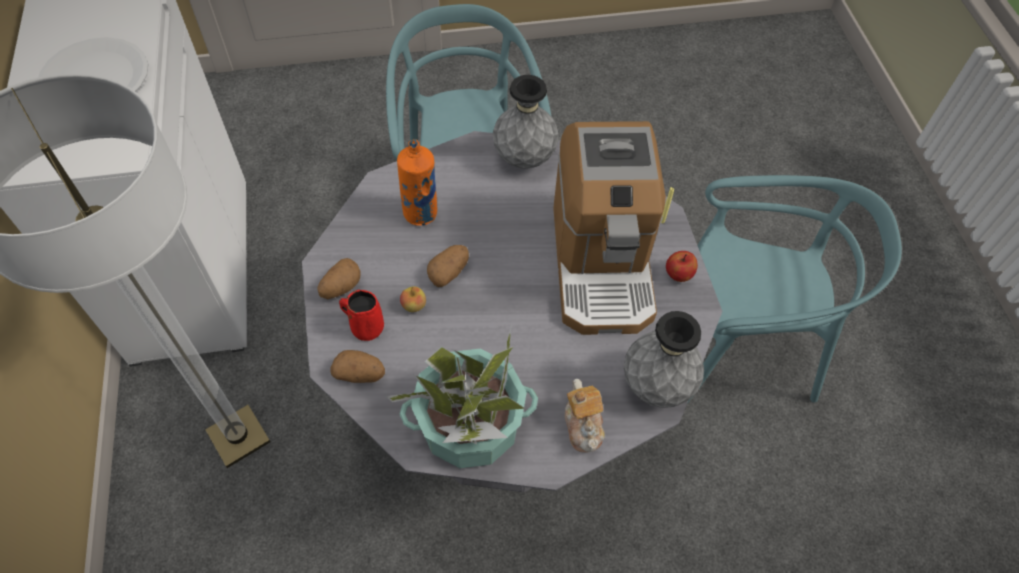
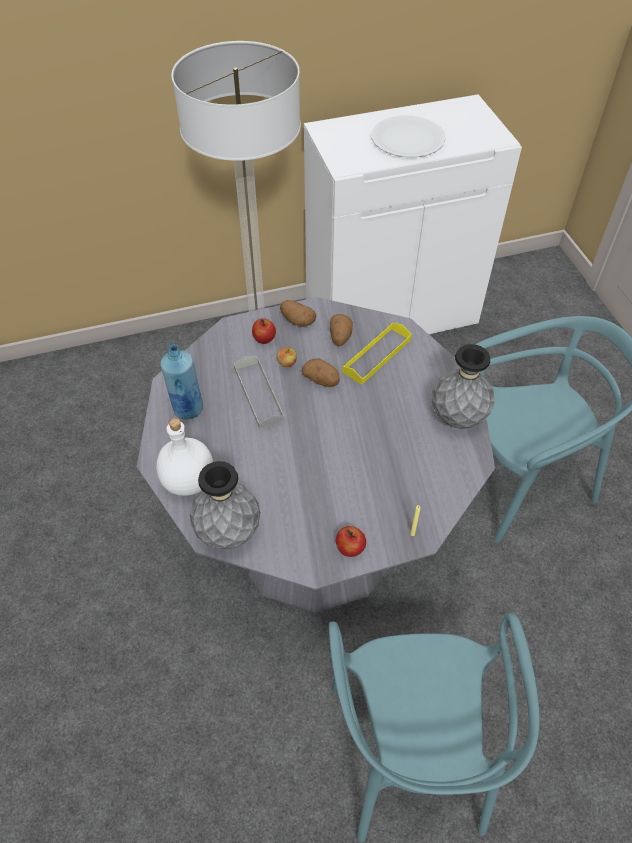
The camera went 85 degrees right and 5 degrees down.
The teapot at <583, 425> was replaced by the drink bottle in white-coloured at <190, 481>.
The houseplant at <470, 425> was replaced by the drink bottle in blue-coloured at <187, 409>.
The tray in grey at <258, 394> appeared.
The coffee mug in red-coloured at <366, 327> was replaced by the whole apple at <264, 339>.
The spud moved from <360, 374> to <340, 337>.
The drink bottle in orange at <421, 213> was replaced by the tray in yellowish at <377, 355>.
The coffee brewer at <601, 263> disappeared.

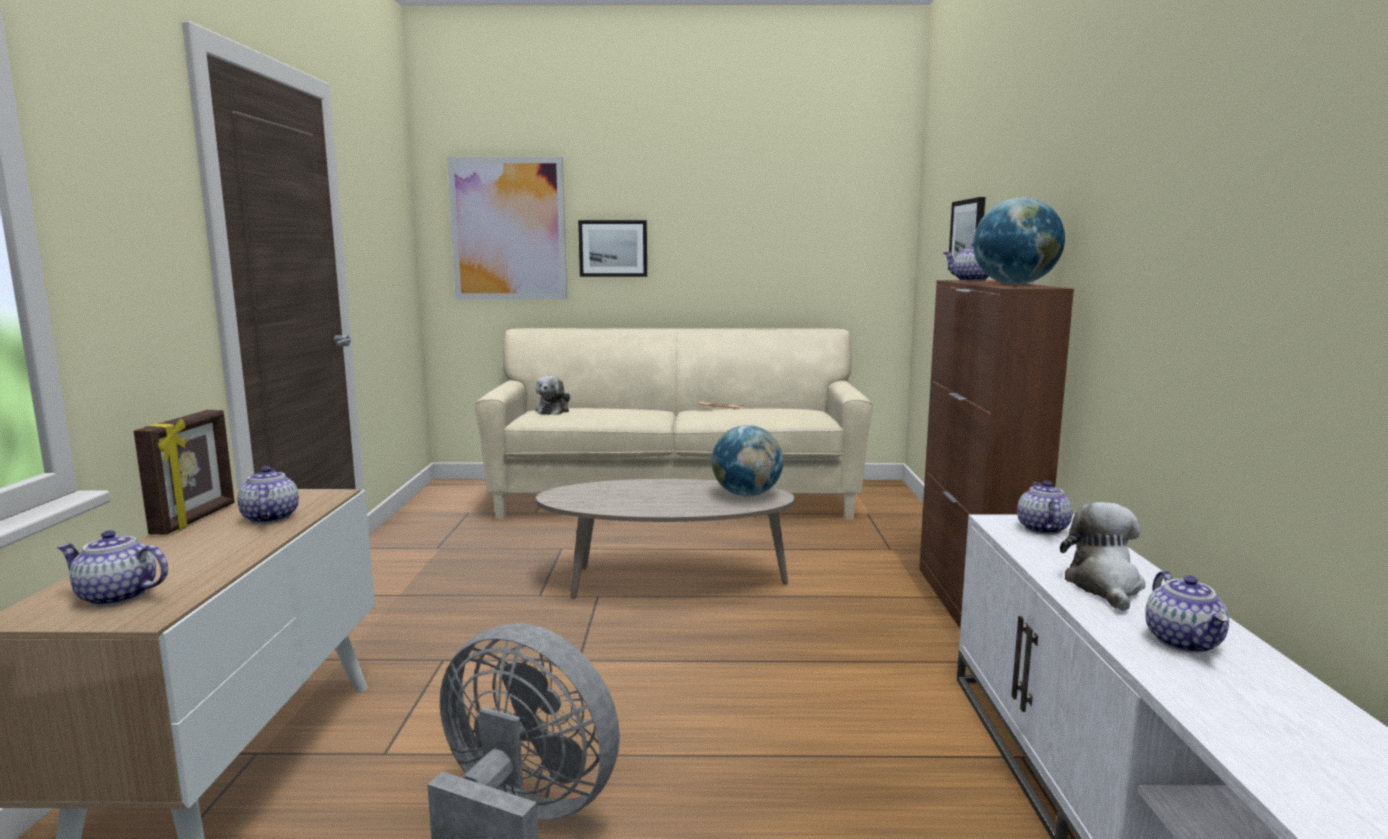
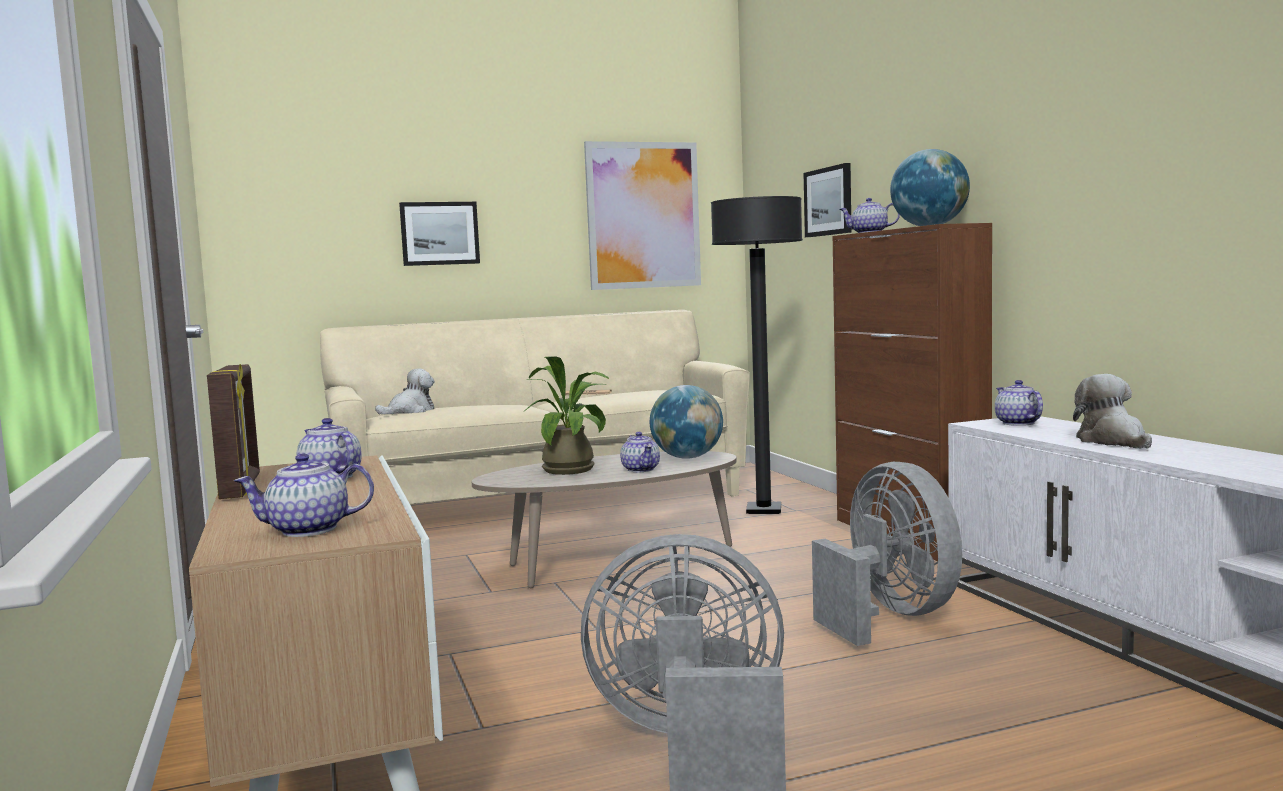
The camera went 20 degrees left and 5 degrees down.
The cuddly toy at <553, 411> turned 120 degrees counterclockwise.
The houseplant at <573, 469> appeared.
The picture moved from <508, 229> to <643, 215>.
The teapot moved from <1184, 642> to <641, 469>.
The standard lamp in blackish at <764, 510> appeared.
The cooling fan in grey at <889, 616> appeared.

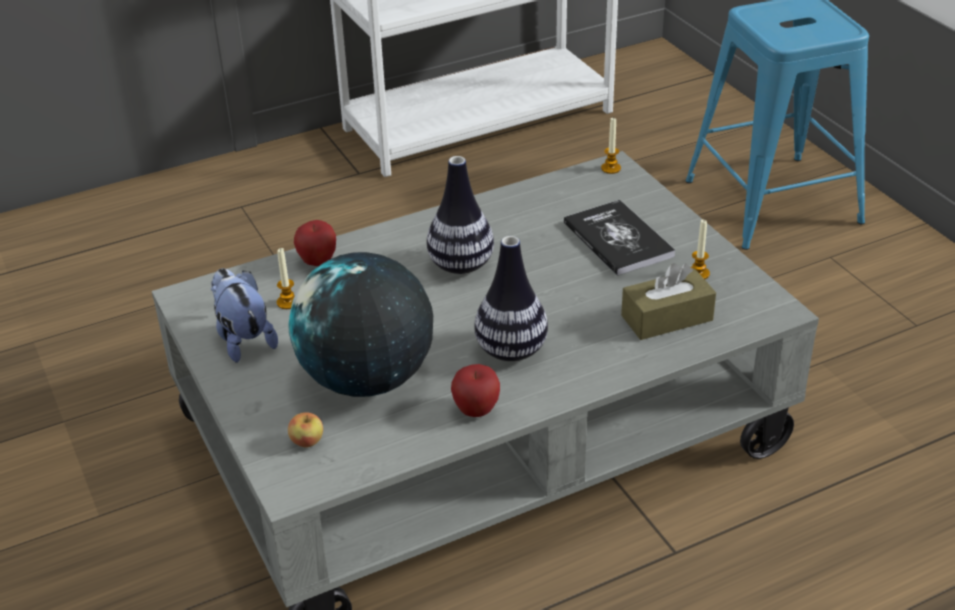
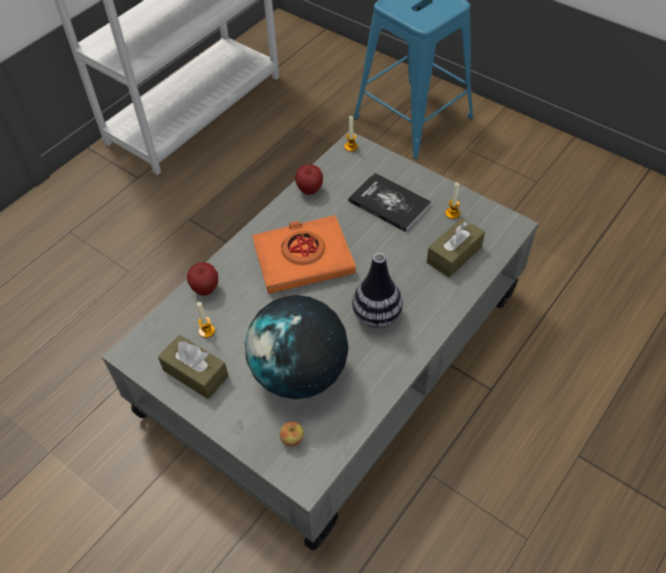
The camera went 25 degrees left and 15 degrees up.
The cuddly toy at <243, 339> was replaced by the tissue box in brownish at <195, 373>.
The vase at <460, 265> was replaced by the bound book in orange at <303, 258>.
The whole apple moved from <476, 410> to <309, 190>.

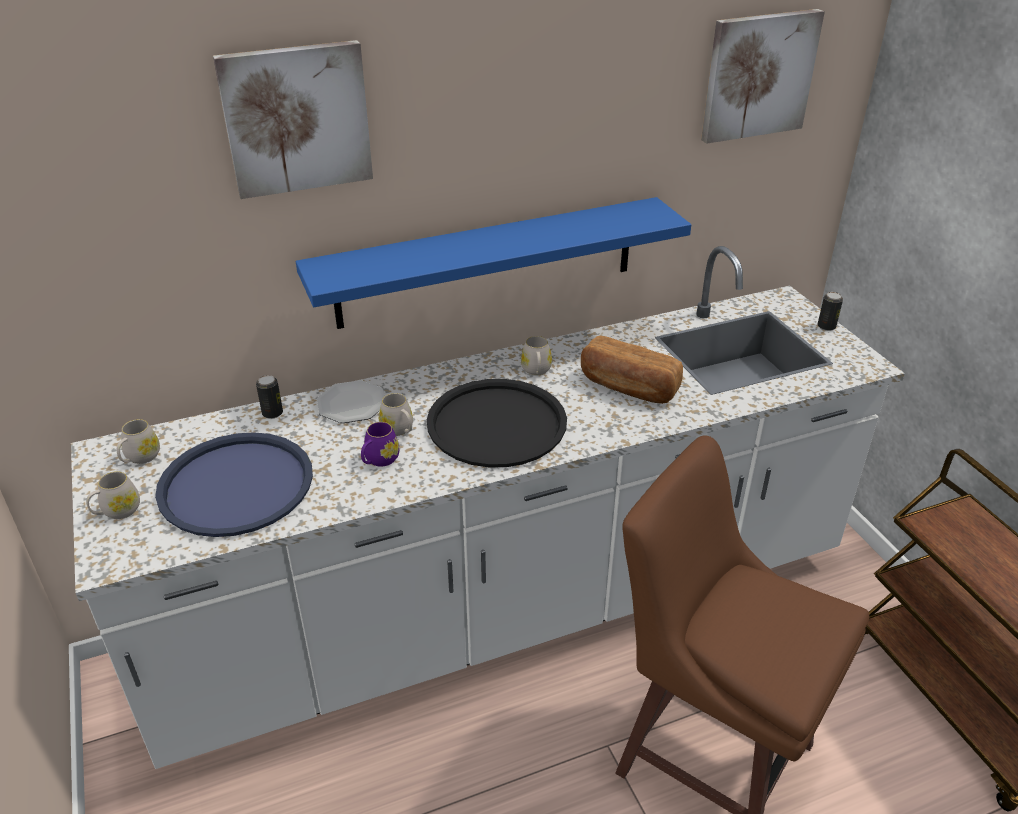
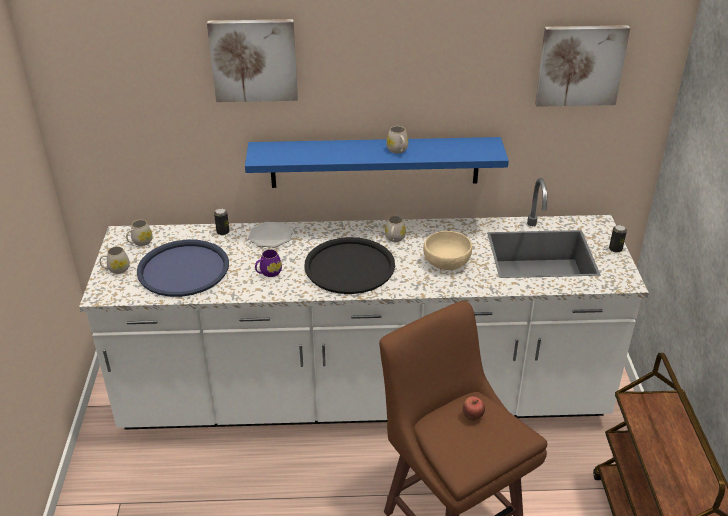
The camera went 20 degrees right and 0 degrees up.
The coffee mug in white-coloured moved from <399, 430> to <398, 150>.
The baked bread at <628, 387> was replaced by the deep dish in beige-coloured at <447, 261>.
The whole apple at <472, 417> appeared.

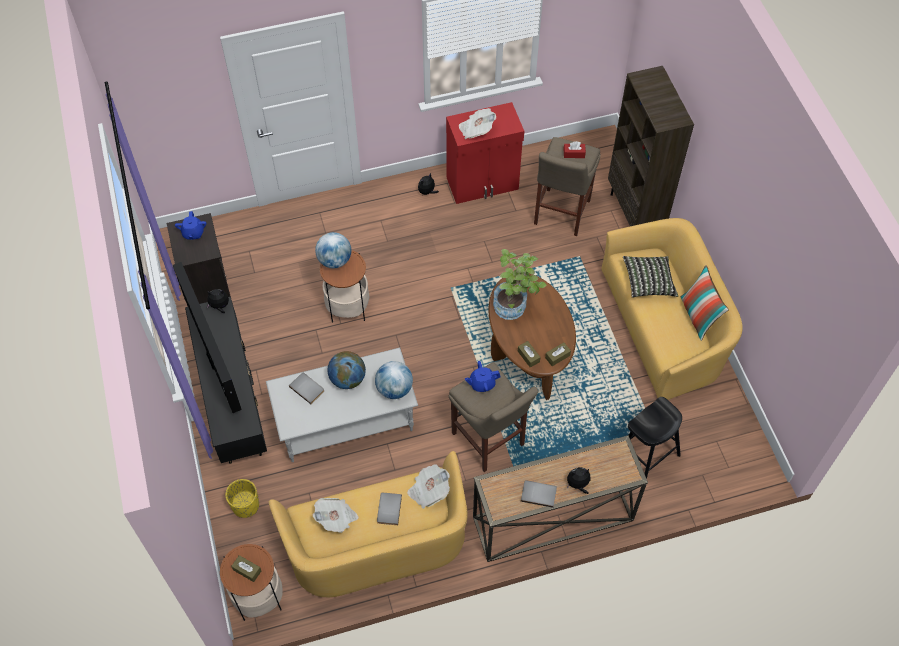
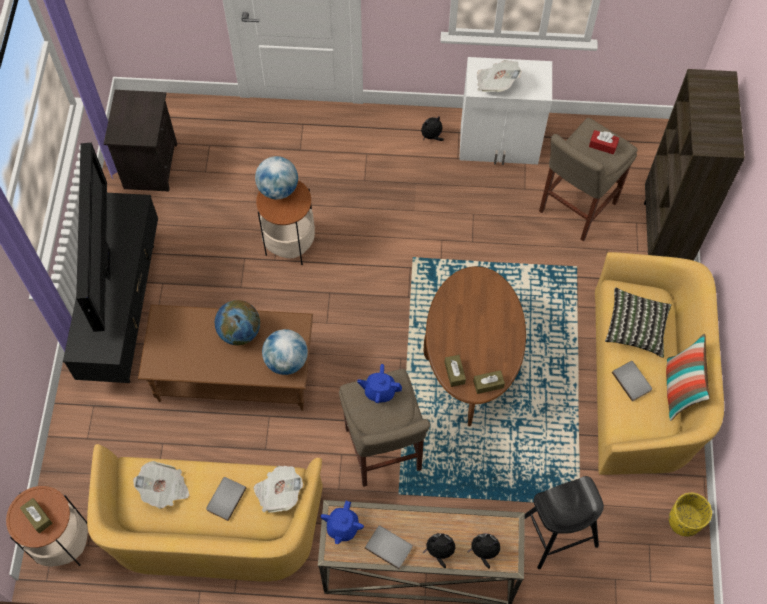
The camera went 20 degrees right and 5 degrees up.
The lounge table in grey at <345, 422> became the lounge table in brownish at <234, 375>.
The teapot in blue-coloured moved from <193, 233> to <342, 527>.
The cabinet in red-coloured at <483, 184> became the cabinet in white-coloured at <499, 146>.
The cuddly toy moved from <219, 306> to <484, 552>.
The bound book in grey moved from <307, 388> to <632, 381>.
The planter in yellowish moved from <246, 505> to <684, 521>.
The houseplant at <514, 307> disappeared.

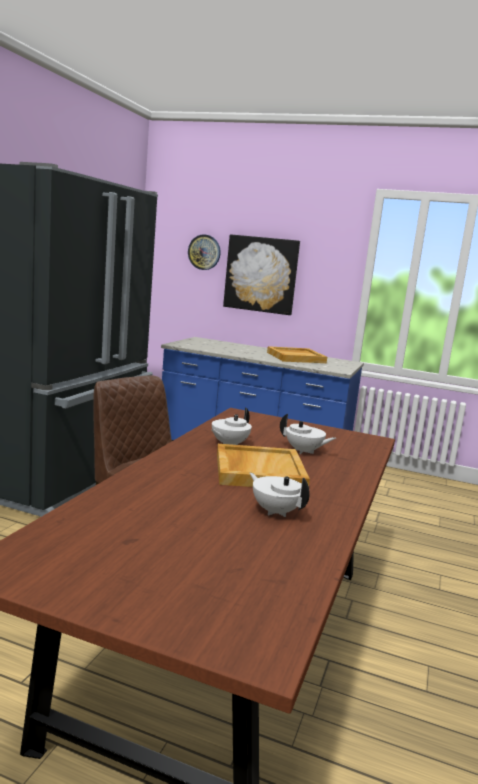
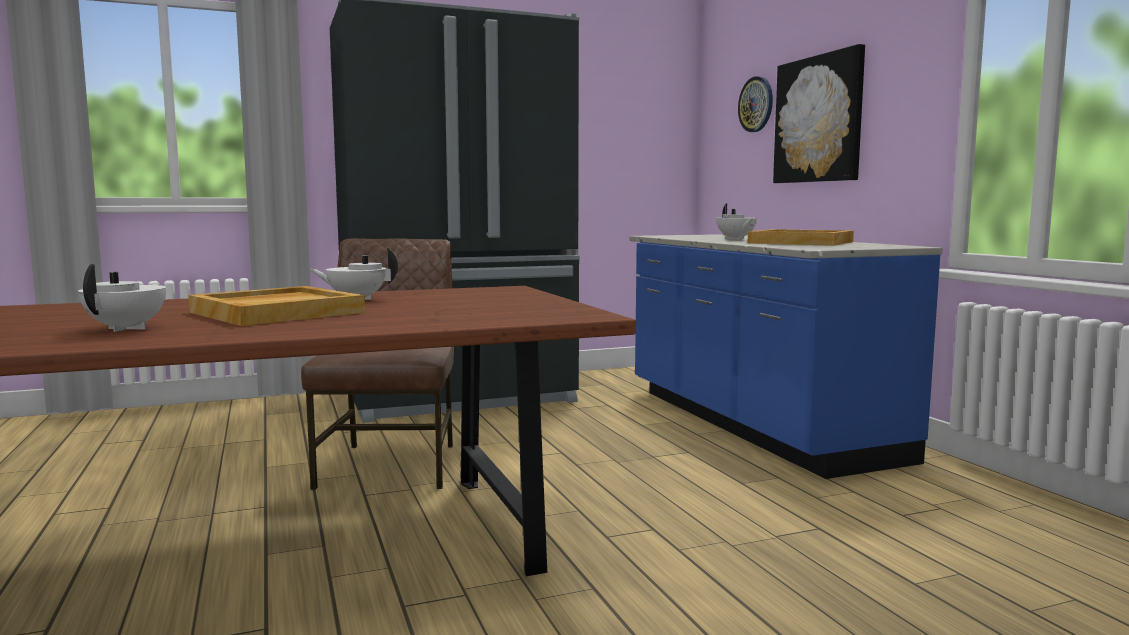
The camera went 50 degrees right and 5 degrees down.
The teapot in white-coloured moved from <304, 451> to <735, 239>.

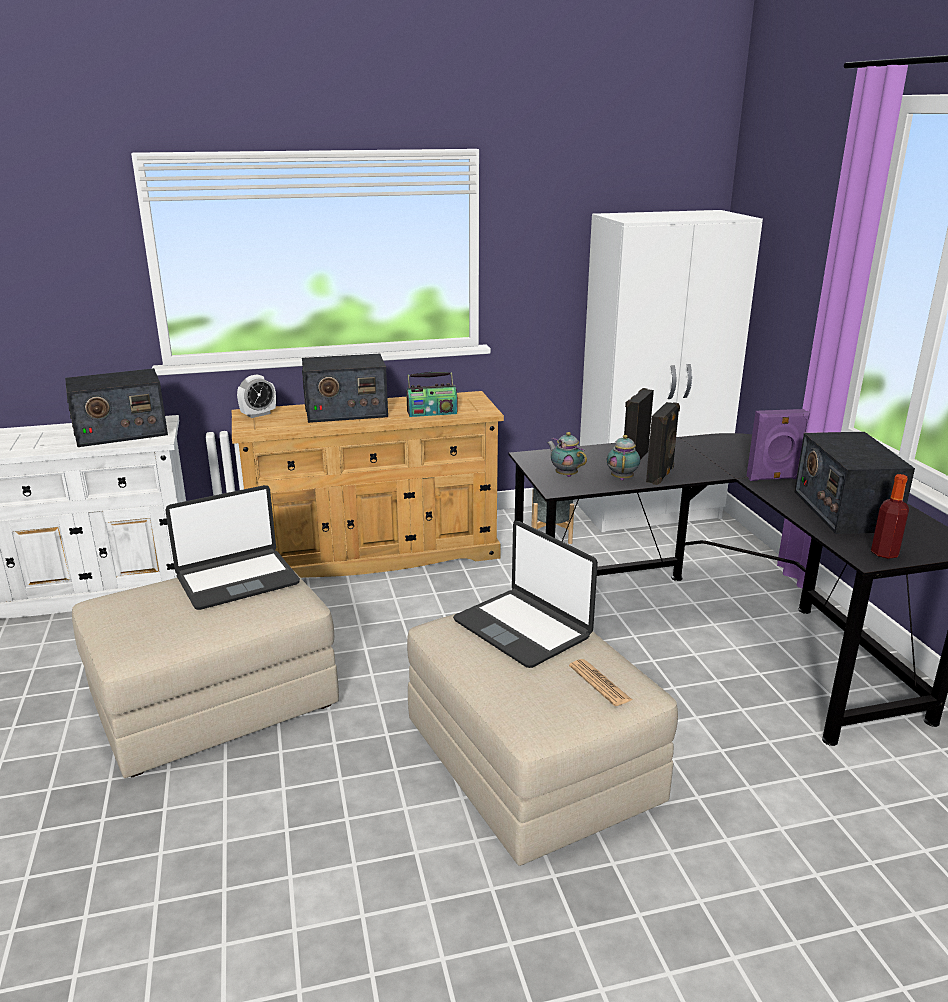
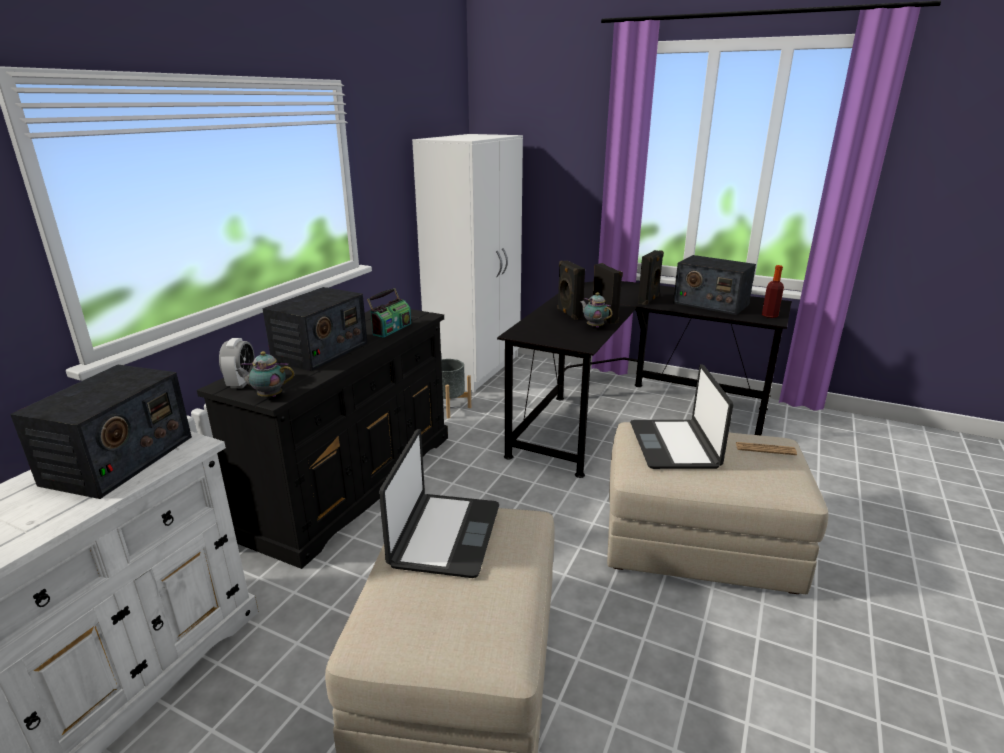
The camera went 50 degrees left and 0 degrees up.
The chest of drawers in beige-coloured at <375, 554> became the chest of drawers in blackish at <355, 482>.
The teapot moved from <565, 475> to <268, 396>.
The laptop at <523, 628> turned 90 degrees clockwise.
The loudspeaker in purple-coloured at <773, 478> became the loudspeaker in blackish at <649, 300>.

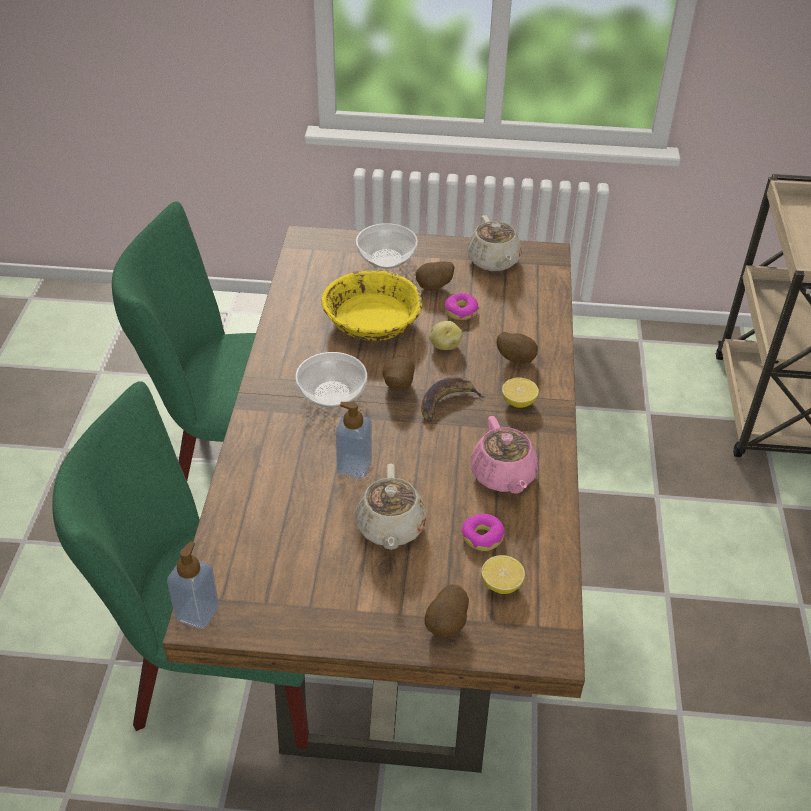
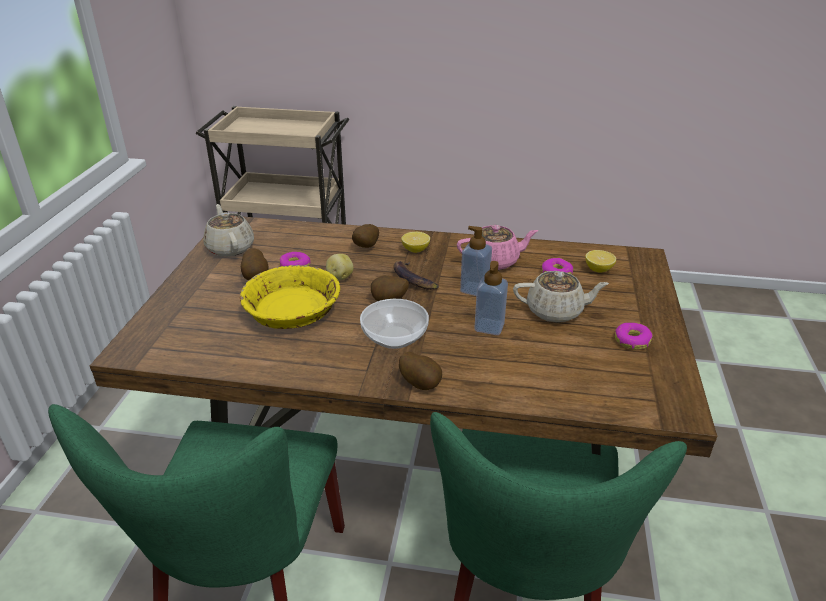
The camera went 85 degrees left and 10 degrees down.
The teapot in beige-coloured at <493, 261> turned 105 degrees counterclockwise.
The spud moved from <447, 625> to <421, 384>.
The liquid soap bottle moved from <197, 613> to <474, 289>.
The donut at <631, 341> appeared.
The deep dish at <387, 259> disappeared.

